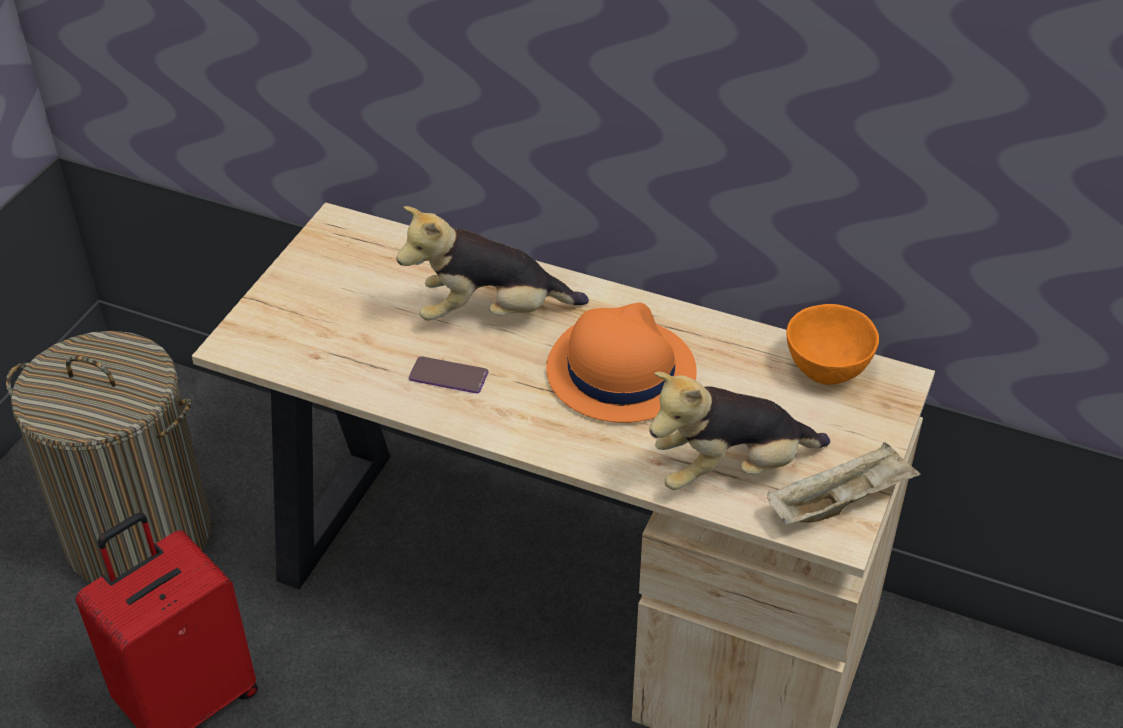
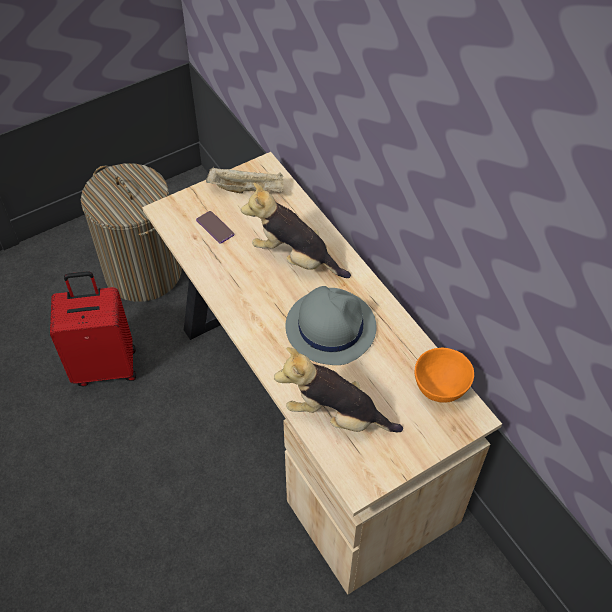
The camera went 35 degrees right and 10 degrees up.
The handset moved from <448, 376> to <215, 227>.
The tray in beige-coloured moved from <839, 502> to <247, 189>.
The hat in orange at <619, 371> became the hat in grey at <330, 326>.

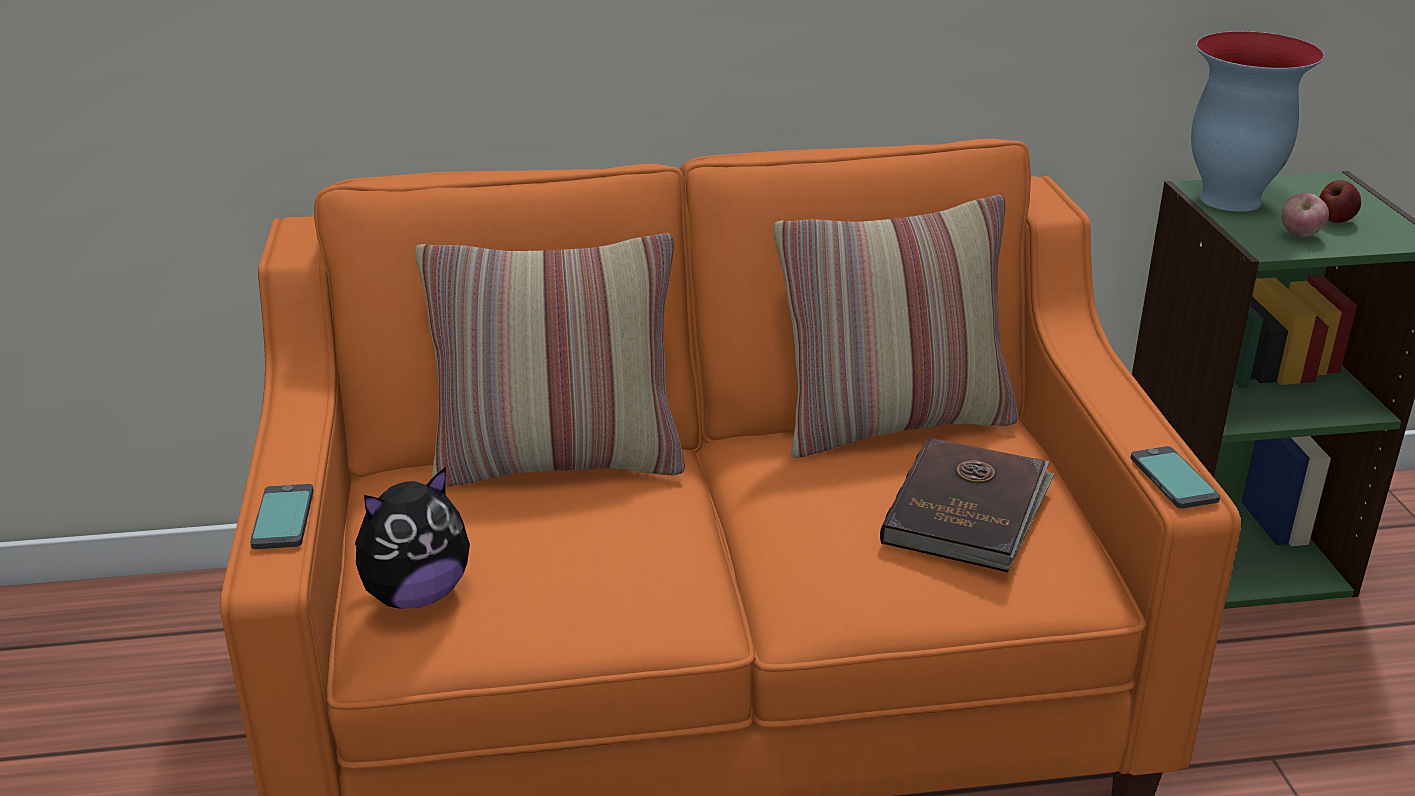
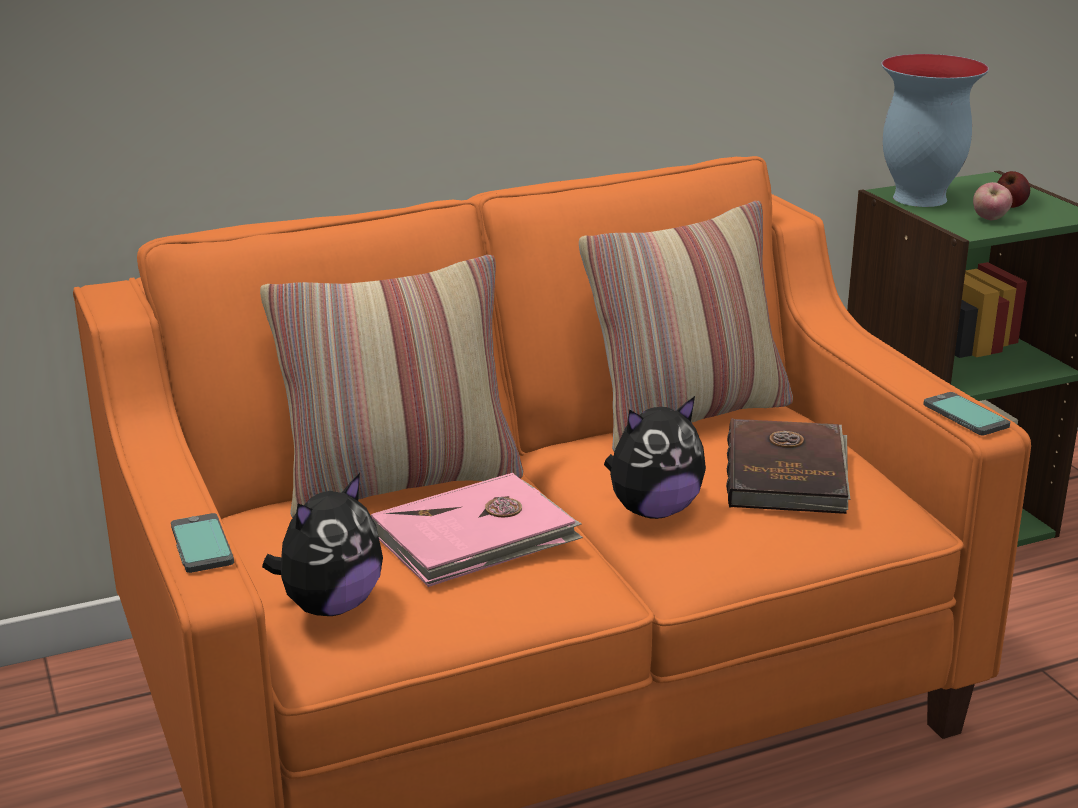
The camera went 15 degrees left and 5 degrees down.
The bound book in pinkish at <476, 537> appeared.
The cuddly toy at <653, 510> appeared.

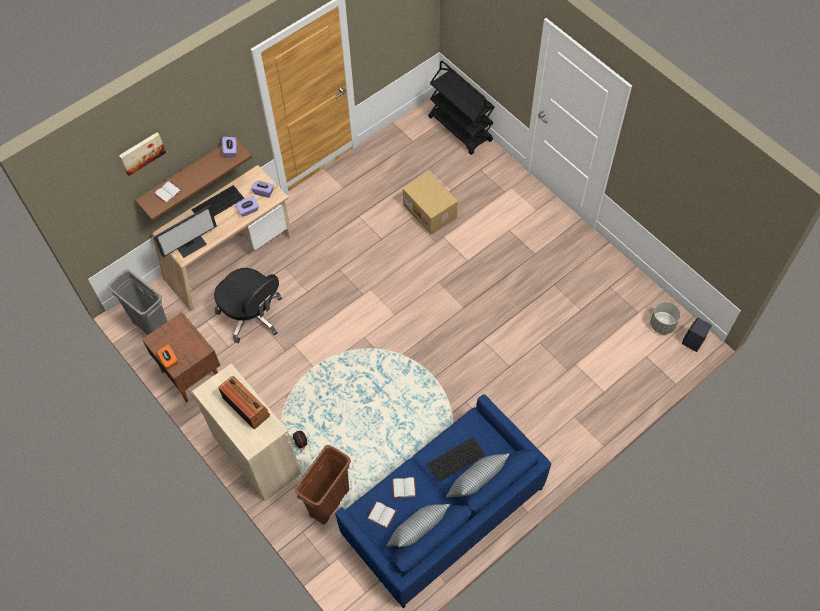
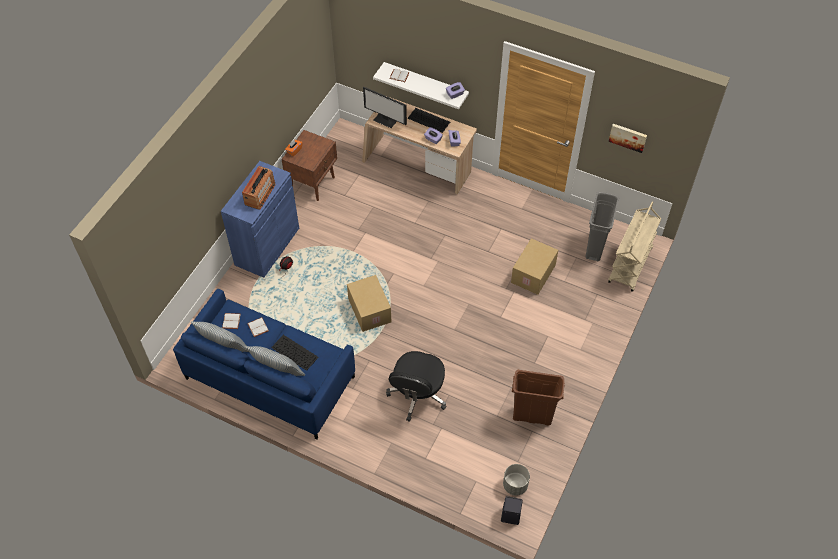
The camera went 65 degrees right and 5 degrees down.
The cabinet in beige-coloured at <257, 455> became the cabinet in blue-coloured at <267, 246>.
The cardboard box at <368, 310> appeared.
The wall shelf in brownish at <188, 175> became the wall shelf in white-coloured at <426, 84>.
The computer chair in blackish moved from <252, 315> to <417, 394>.
The trash can in brownish moved from <329, 502> to <532, 416>.
The trash can in grey moved from <152, 328> to <595, 247>.
The trolley in blackish at <460, 129> became the trolley in beige-coloured at <630, 265>.
The picture moved from <141, 152> to <628, 137>.

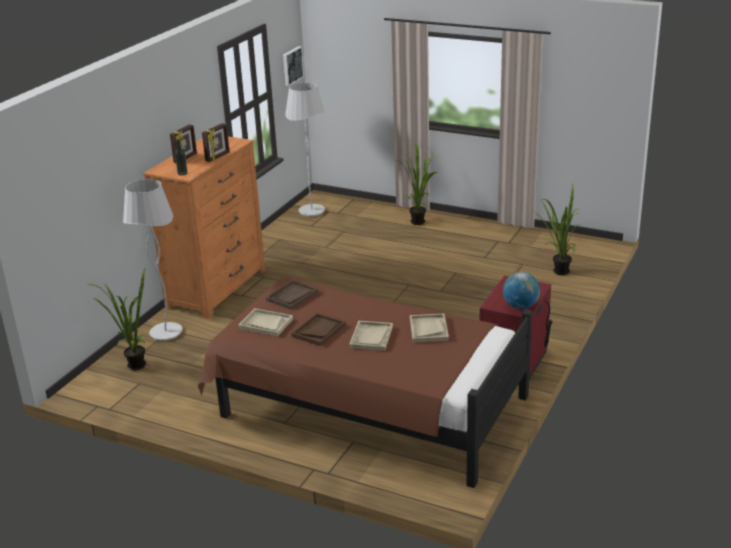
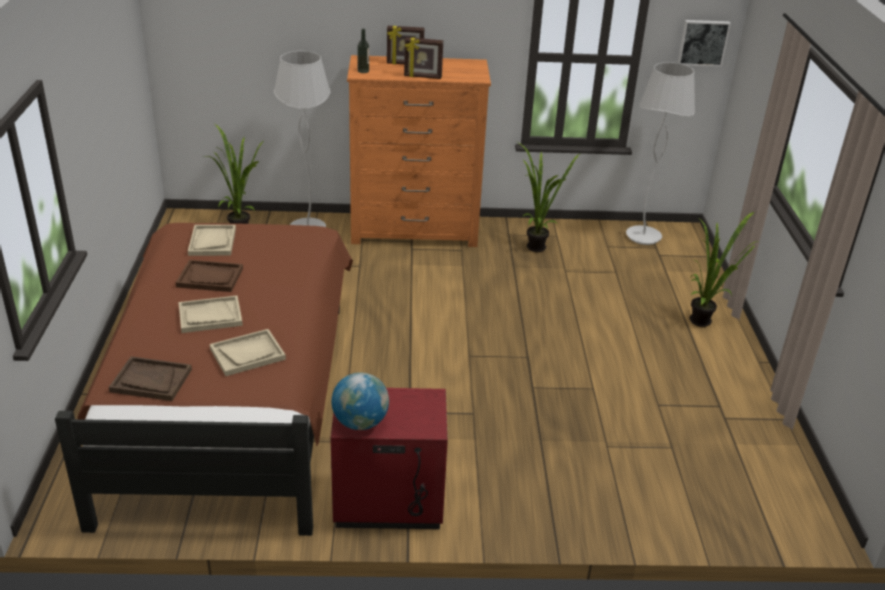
The camera went 60 degrees right and 5 degrees up.
The tray in brownish moved from <292, 296> to <151, 380>.
The houseplant moved from <557, 272> to <533, 245>.

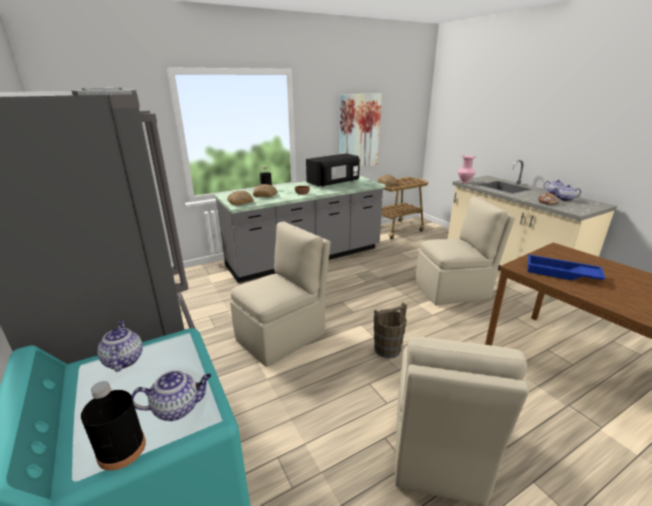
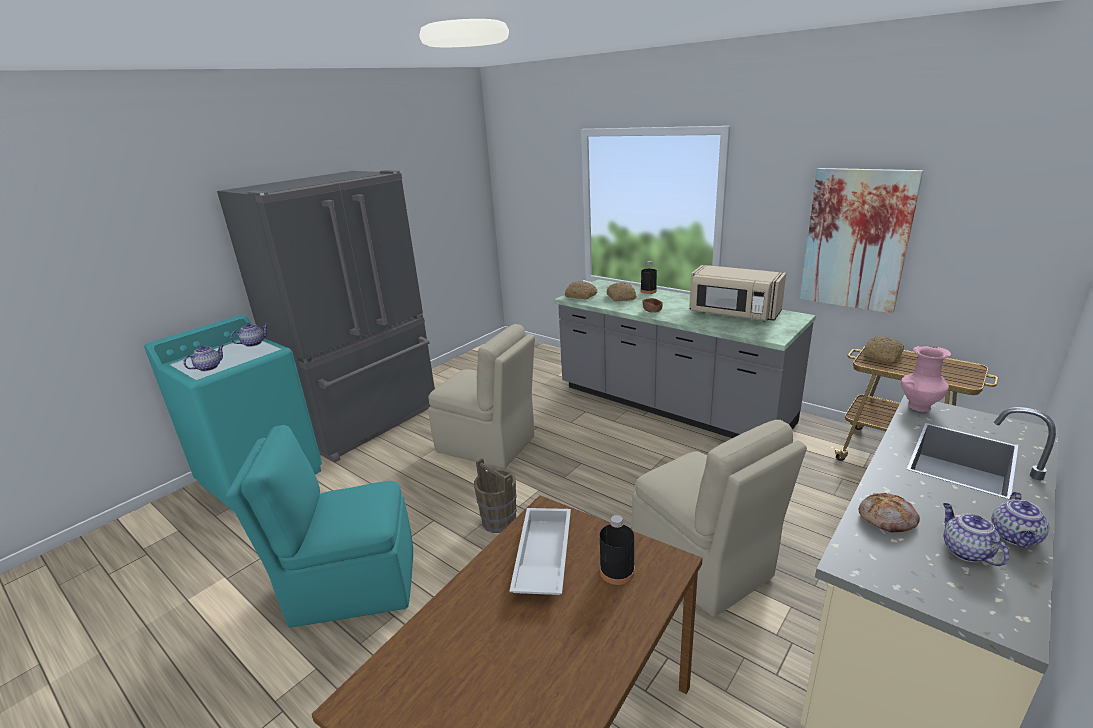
The camera went 70 degrees right and 0 degrees up.
The teapot at <178, 408> turned 105 degrees counterclockwise.
The chair in beige-coloured at <436, 449> became the chair in turquoise-coloured at <351, 585>.
The tray in blue-coloured at <561, 273> became the tray in white-coloured at <542, 557>.
The drink bottle in blackish moved from <122, 449> to <617, 571>.
The kitchen microwave in blackish at <334, 183> became the kitchen microwave in beige-coloured at <733, 314>.

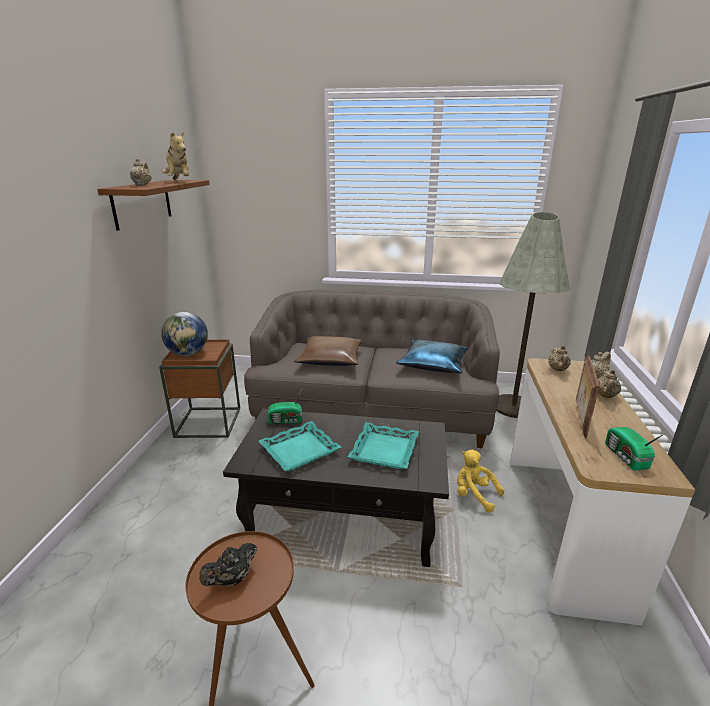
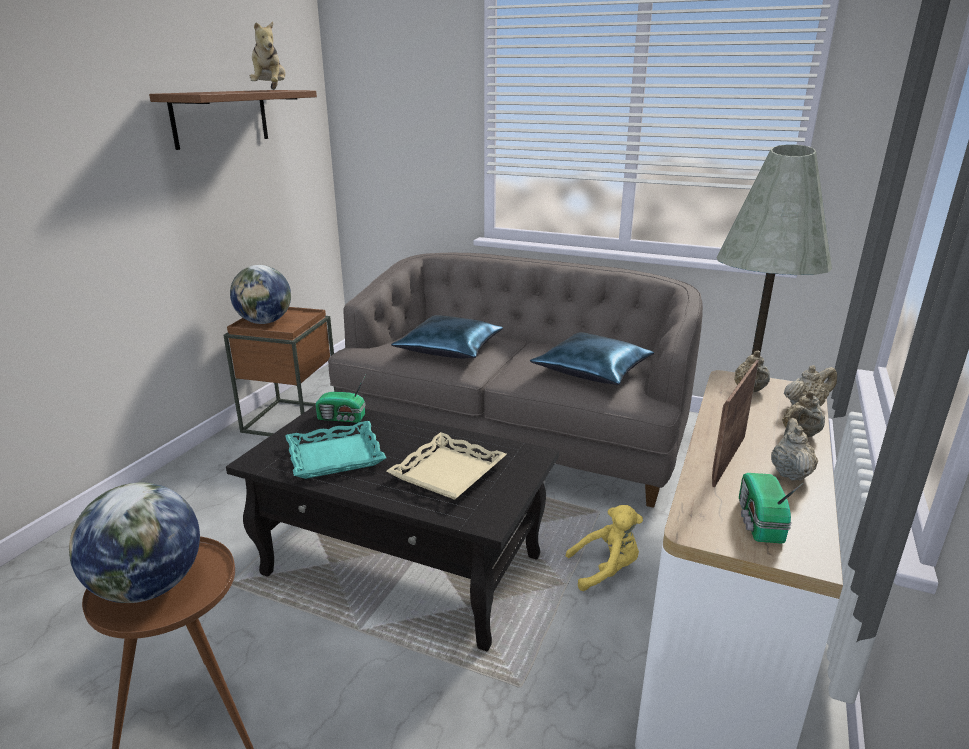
The camera went 15 degrees right and 0 degrees up.
The teapot in blackish at <232, 579> was replaced by the globe at <148, 587>.
The tray in turquoise-coloured at <385, 450> became the tray in beige-coloured at <448, 473>.
The cushion in brownish at <331, 359> became the cushion in blue-coloured at <450, 349>.
The cuddly toy in yellowish at <474, 495> turned 120 degrees clockwise.
The teapot in beige-coloured moved from <142, 185> to <789, 473>.

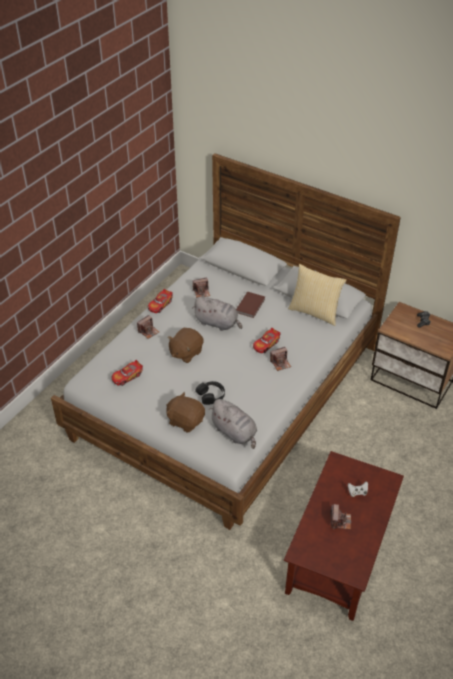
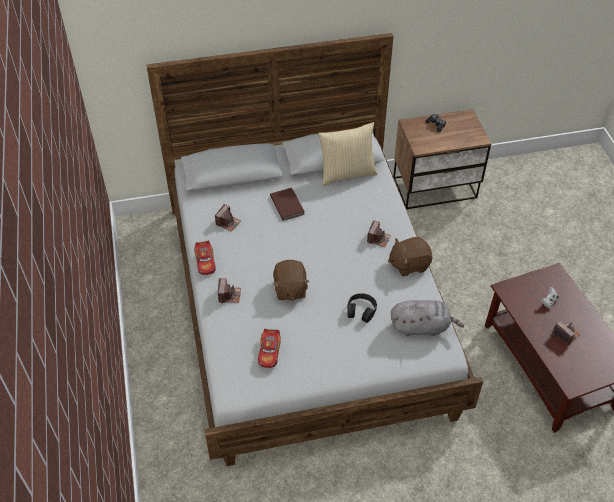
The camera went 45 degrees left and 5 degrees up.
The cuddly toy in brownish moved from <185, 420> to <409, 264>.
The cuddly toy in grey at <218, 323> disappeared.
The toy car at <266, 344> disappeared.

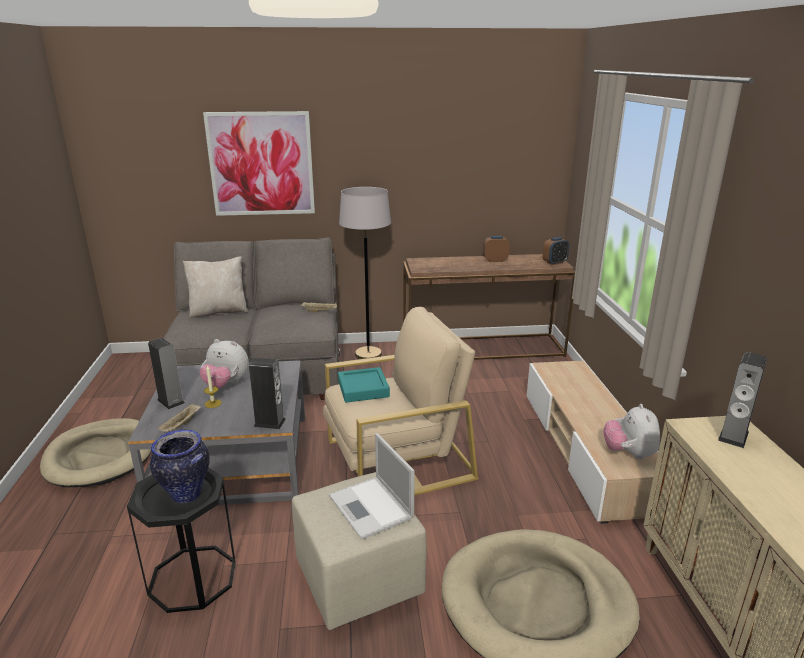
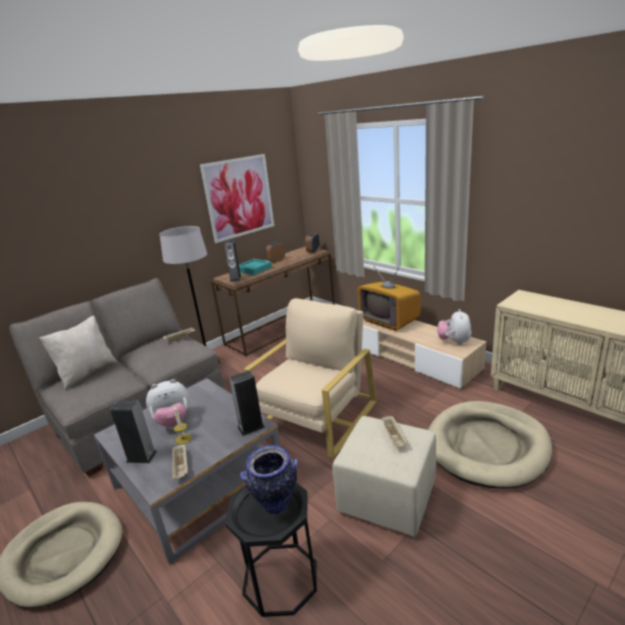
The camera went 35 degrees left and 0 degrees up.
The picture moved from <261, 164> to <239, 197>.
The loudspeaker moved from <733, 436> to <235, 278>.
The tray in turquoise-coloured moved from <363, 389> to <254, 269>.
The TV at <389, 320> appeared.
The laptop at <371, 508> was replaced by the tray in beige-coloured at <394, 437>.
The cuddly toy at <629, 453> turned 45 degrees clockwise.

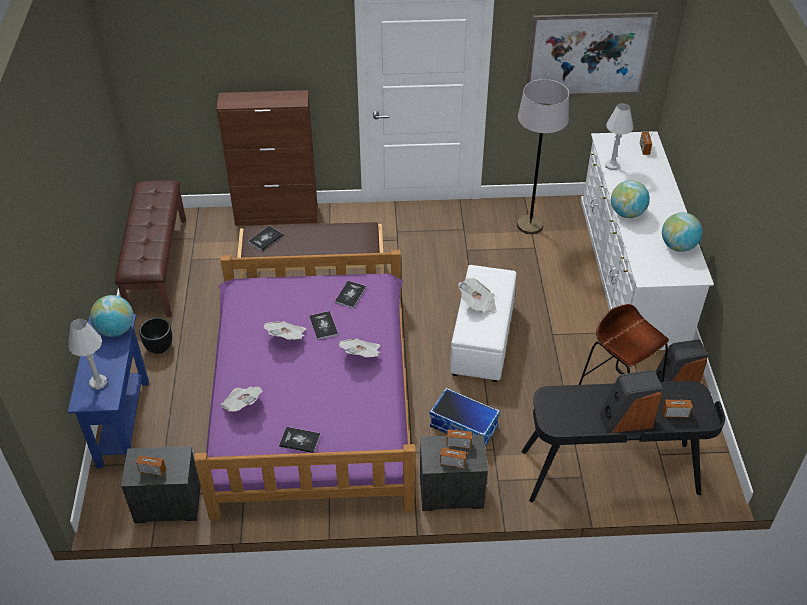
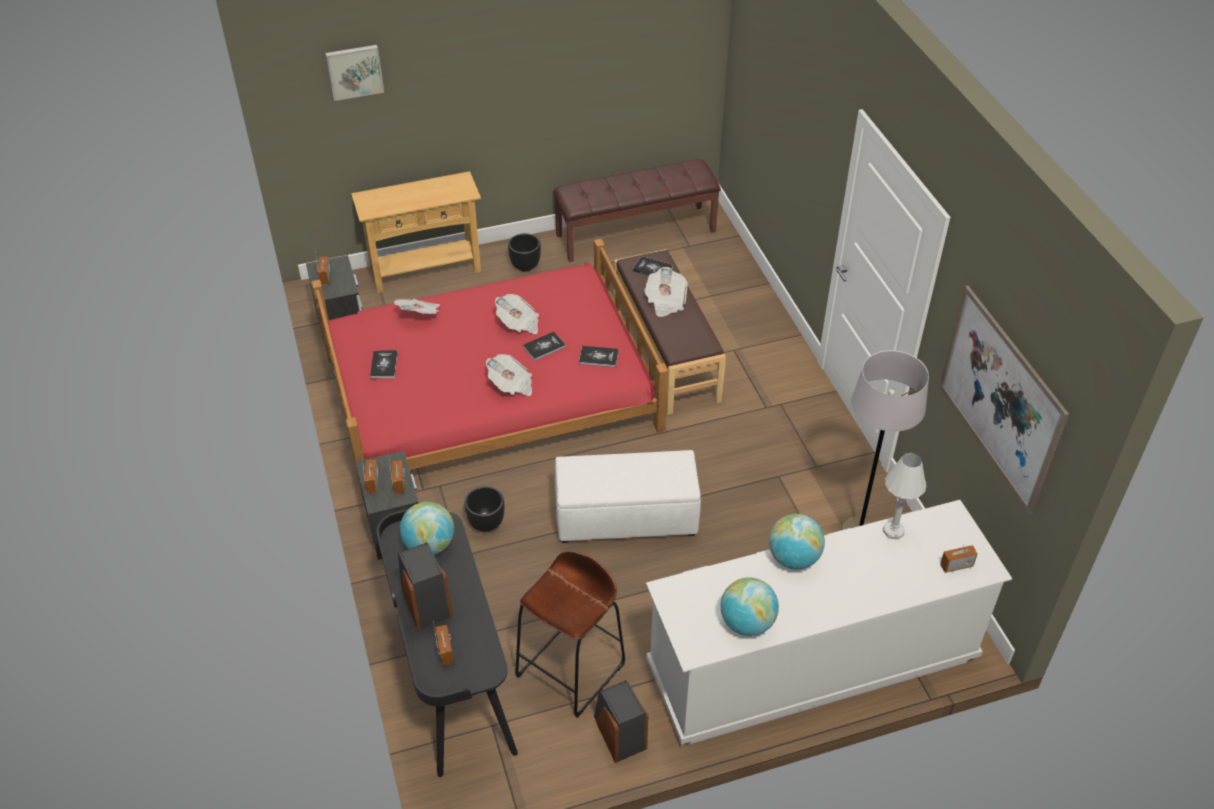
The camera went 75 degrees right and 0 degrees up.
The bedroom bed in purple-coloured at <313, 398> became the bedroom bed in red-coloured at <492, 391>.
The picture at <354, 71> appeared.
The console table in blue-coloured at <123, 423> became the console table in beige-coloured at <425, 271>.
The globe moved from <116, 330> to <429, 545>.
The storage box at <464, 426> was replaced by the planter in blackish at <486, 524>.
The daily paper moved from <478, 304> to <665, 302>.
The table lamp in white-coloured at <98, 383> disappeared.
The cabinet in brownish at <277, 216> disappeared.

